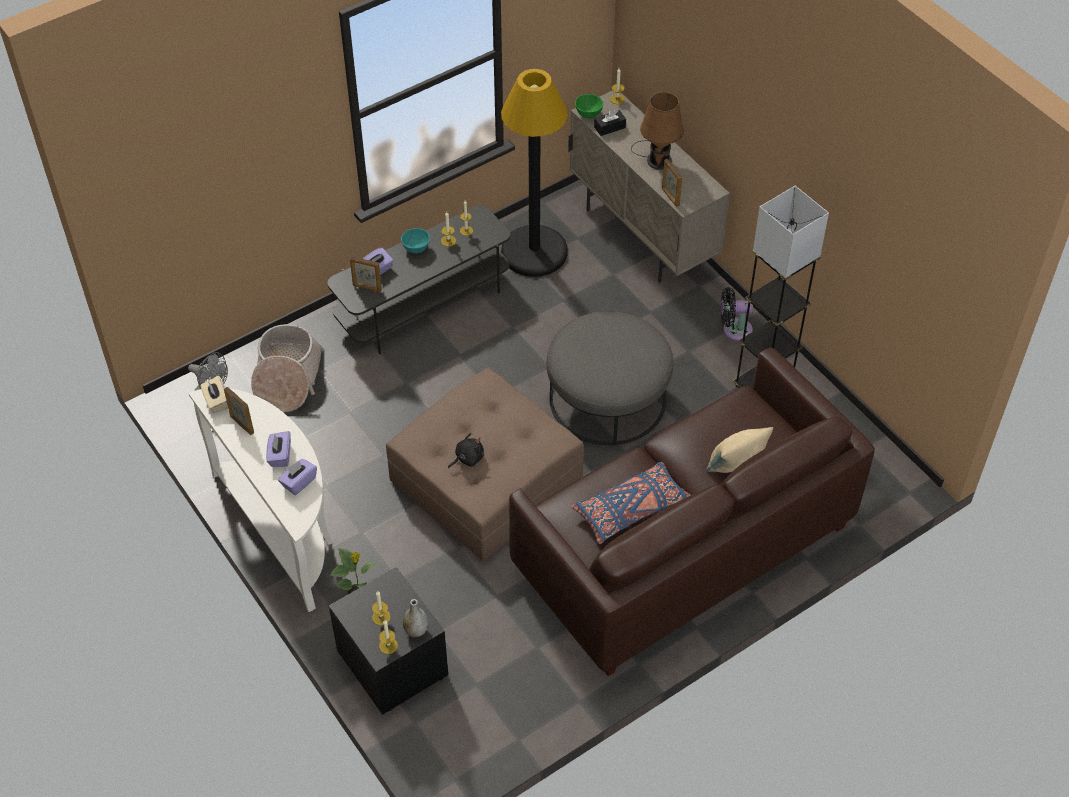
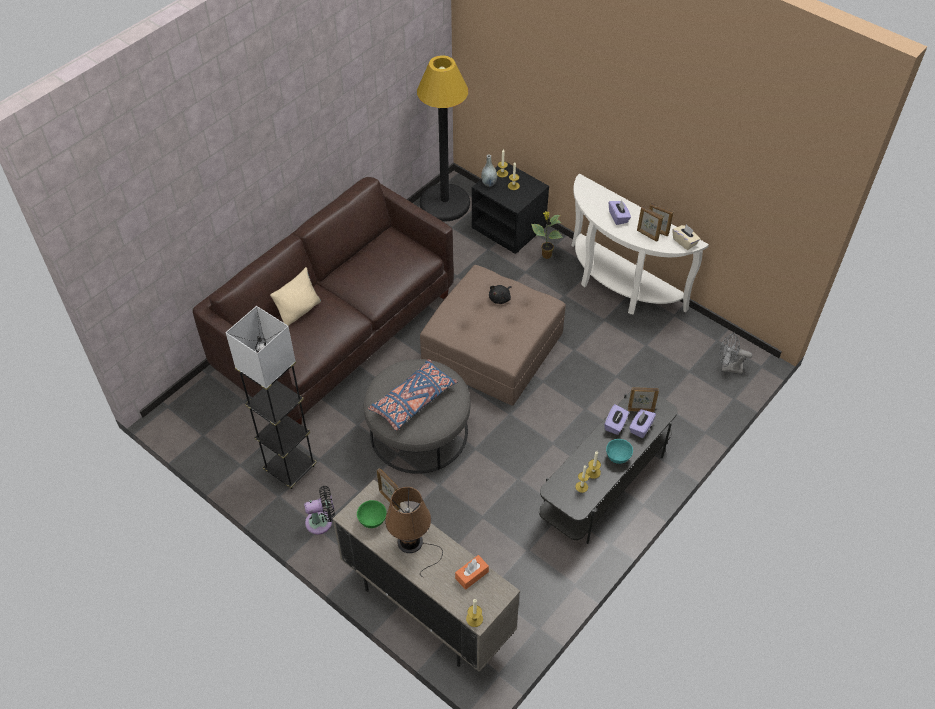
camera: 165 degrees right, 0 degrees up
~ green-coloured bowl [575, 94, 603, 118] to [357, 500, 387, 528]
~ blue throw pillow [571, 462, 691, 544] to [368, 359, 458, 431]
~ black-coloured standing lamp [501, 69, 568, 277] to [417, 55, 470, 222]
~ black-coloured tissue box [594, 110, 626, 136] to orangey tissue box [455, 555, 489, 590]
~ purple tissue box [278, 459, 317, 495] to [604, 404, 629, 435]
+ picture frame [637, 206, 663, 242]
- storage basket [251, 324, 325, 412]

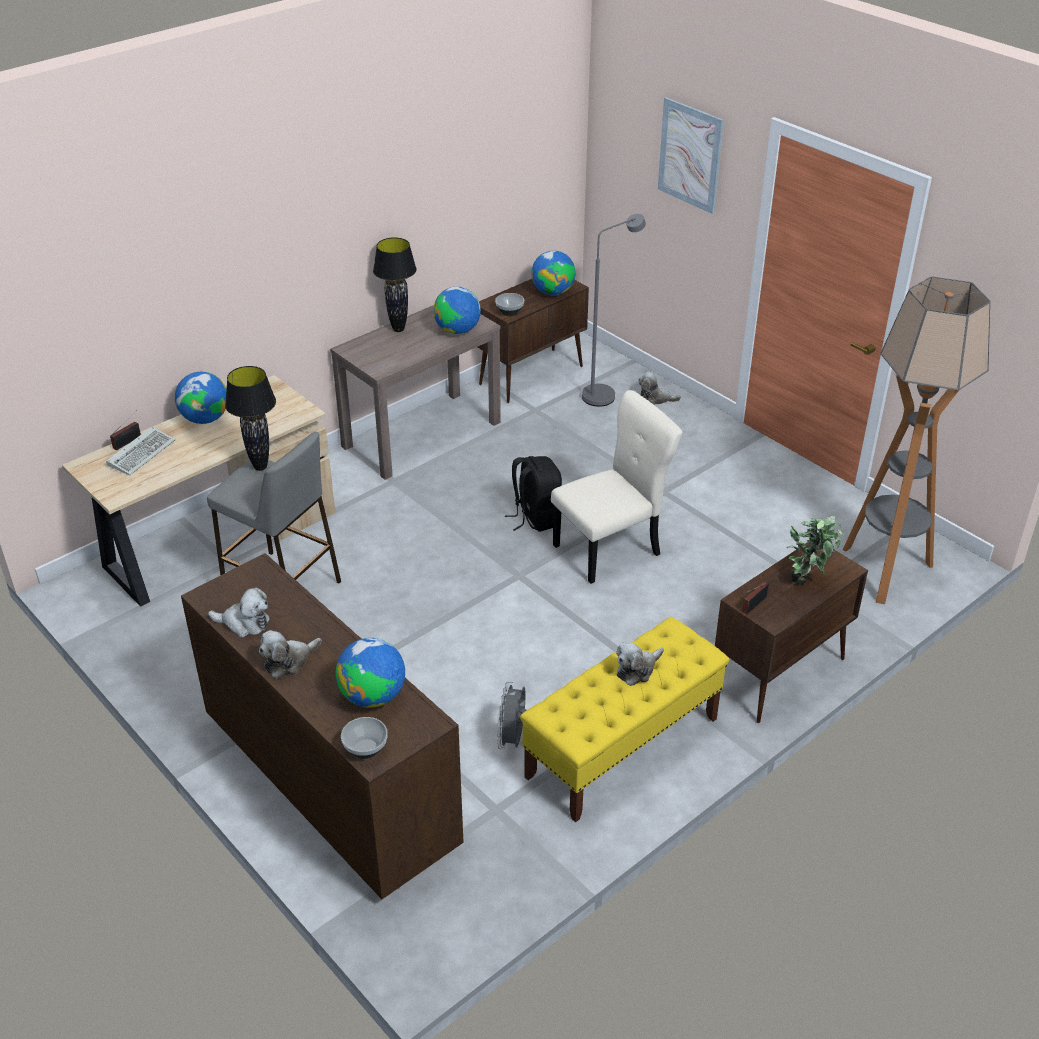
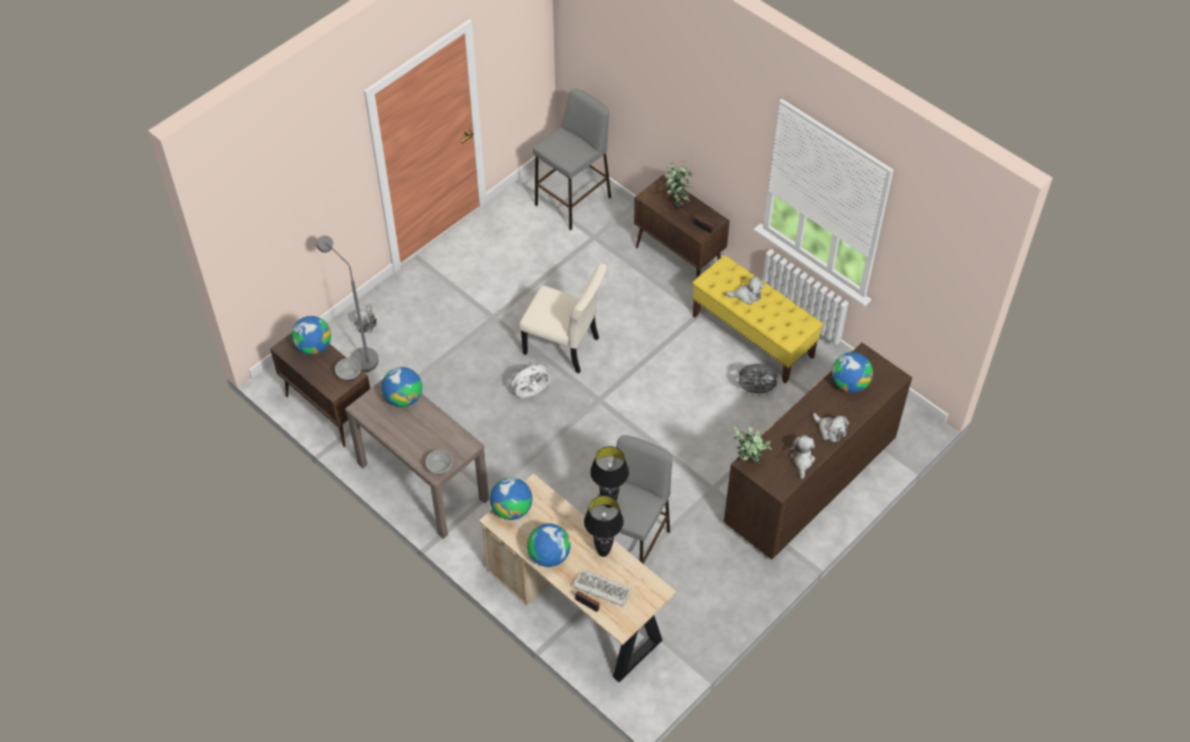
camera: 95 degrees left, 15 degrees up
~ bowl [341, 717, 388, 759] to [425, 450, 452, 474]
+ globe [490, 477, 532, 520]
~ black-coloured backpack [505, 456, 562, 532] to white electric fan [509, 362, 550, 398]
~ beige-coloured chair [551, 390, 682, 584] = [519, 263, 607, 373] 150 degrees clockwise
~ standing lamp [843, 276, 990, 604] to grey stool seat [533, 88, 611, 230]
~ black-coloured tabletop lamp [373, 237, 417, 332] to [584, 495, 624, 557]
~ plush toy [616, 642, 664, 686] = [726, 276, 765, 305] 45 degrees counterclockwise
+ potted plant [733, 426, 772, 463]
- wall art [658, 97, 724, 214]

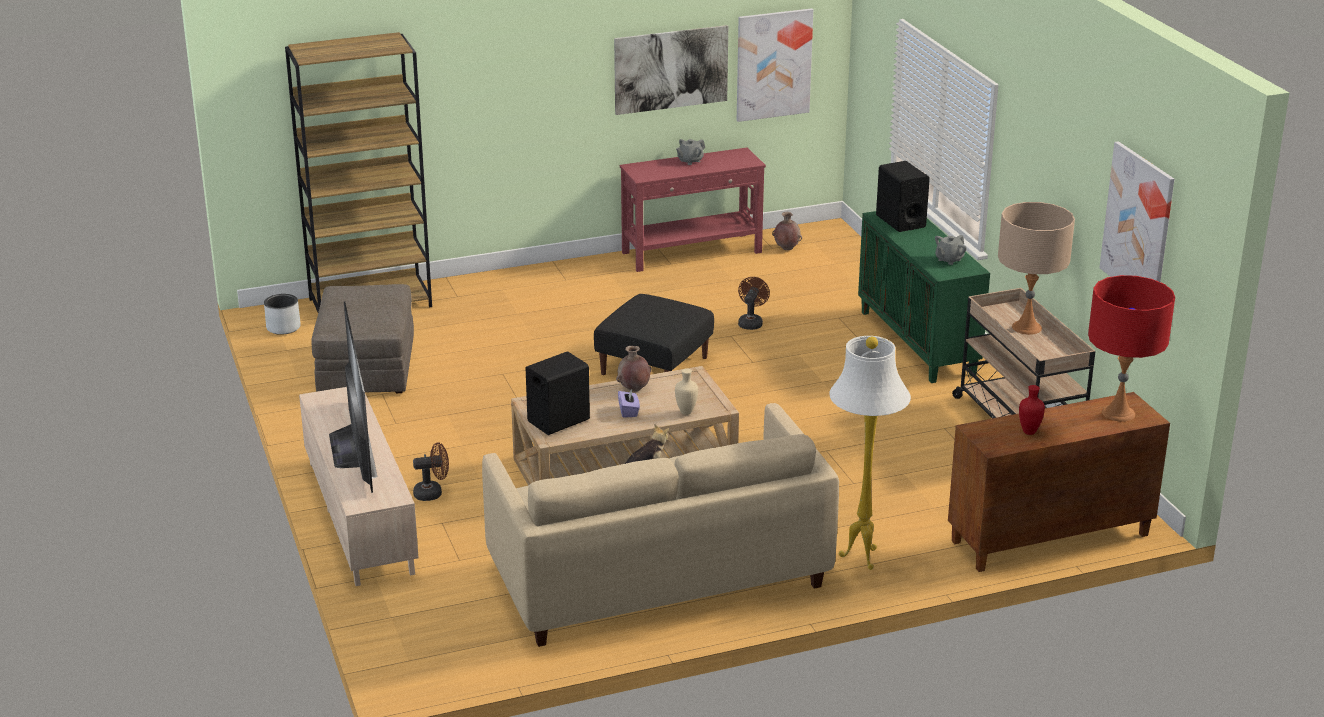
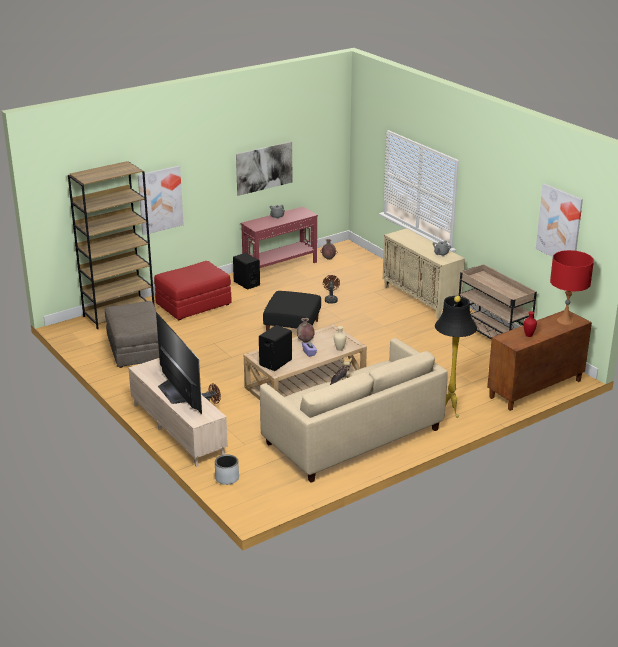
camera: 15 degrees left, 0 degrees up
~ wall art [737, 8, 813, 122] to [138, 166, 184, 235]
+ reddish footrest [154, 261, 232, 320]
~ grey flower pot [264, 294, 301, 335] to [215, 454, 239, 485]
~ black-coloured audio speaker [876, 161, 930, 232] to [233, 253, 260, 290]
~ green-coloured storage cabinet [858, 211, 990, 383] to beige-coloured storage cabinet [383, 228, 465, 319]
~ white standing lamp [829, 336, 911, 570] to black-coloured standing lamp [435, 296, 477, 418]
- beige-coloured tabletop lamp [998, 202, 1075, 335]

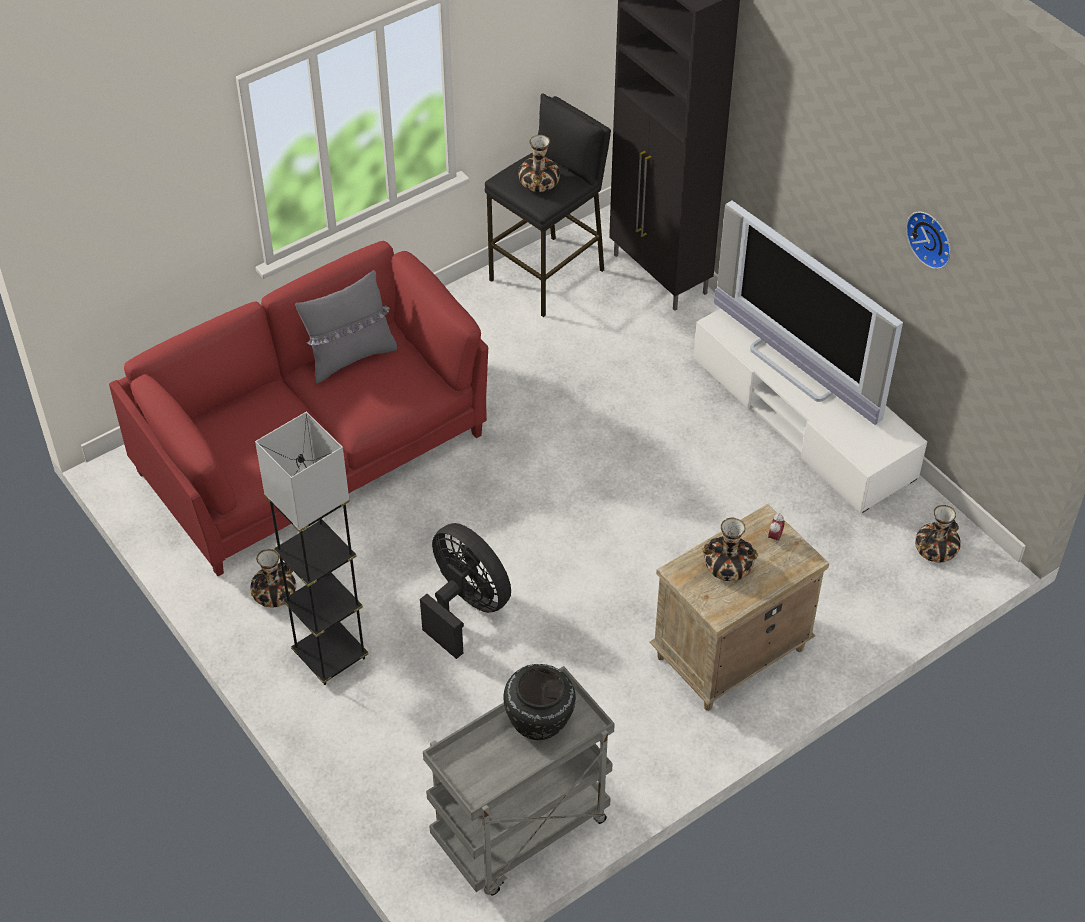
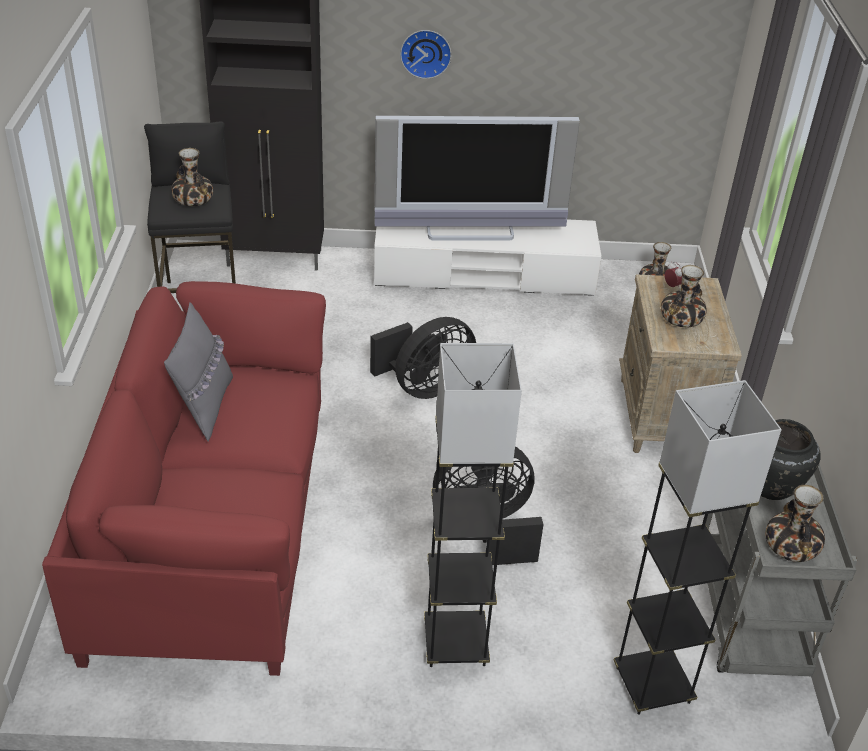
camera: 55 degrees left, 10 degrees down
+ black-coloured electric fan [370, 317, 476, 399]
~ clock on the wall [906, 211, 951, 269] to [400, 30, 452, 79]
+ black-coloured standing lamp [614, 380, 782, 715]
~ flower vase [250, 549, 296, 607] to [765, 485, 825, 562]

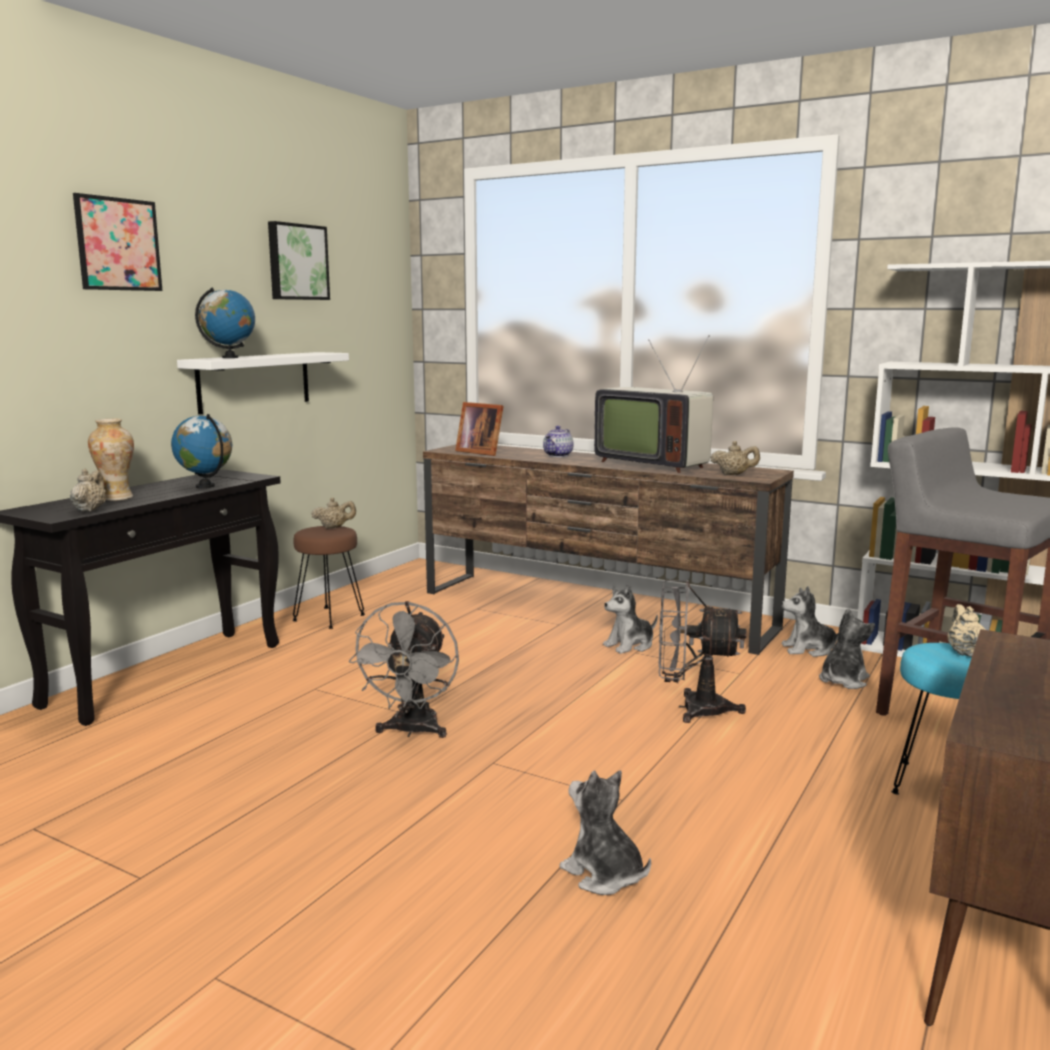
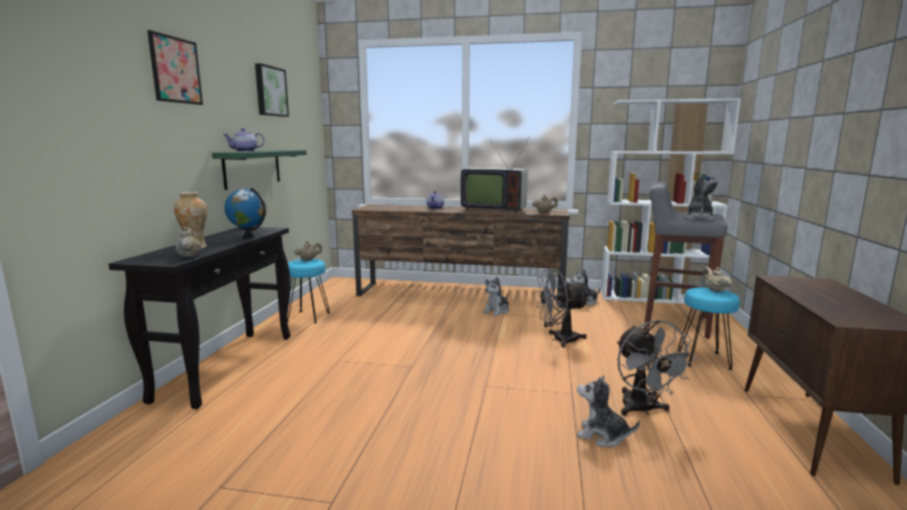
camera: 20 degrees left, 0 degrees up
~ white wall shelf [177, 352, 349, 414] to green-coloured wall shelf [212, 150, 307, 190]
~ globe [195, 287, 255, 358] to teapot [223, 128, 264, 152]
~ brownish stool seat [292, 526, 365, 629] to blue-green stool seat [287, 259, 330, 324]
~ grey electric fan [349, 601, 459, 738] to [617, 320, 697, 416]
~ plush toy [819, 608, 875, 689] to [684, 174, 719, 221]
- picture frame [455, 402, 504, 456]

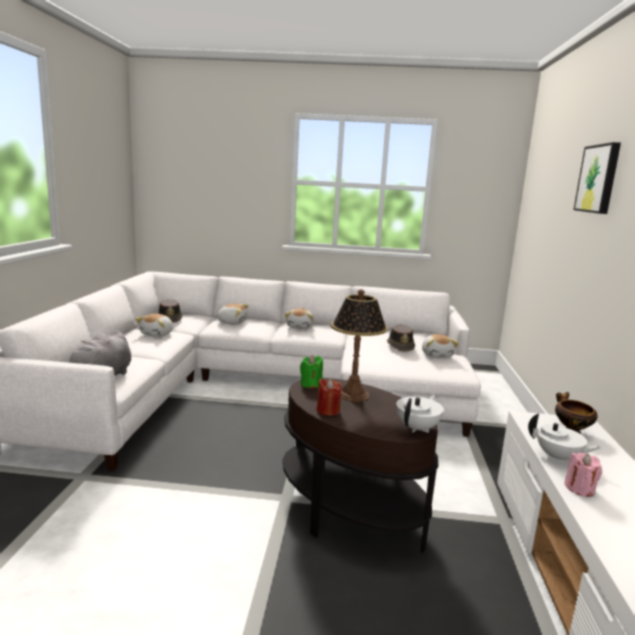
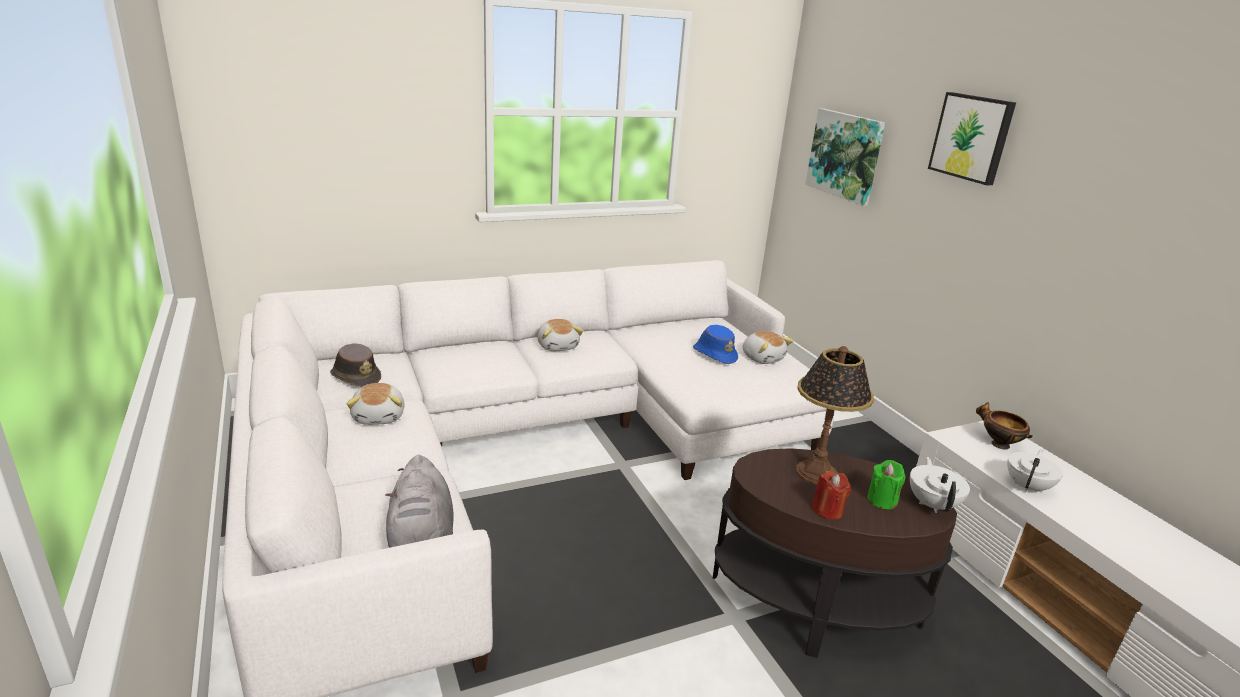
camera: 30 degrees left, 10 degrees up
~ brownish clothing hat [387, 324, 415, 352] to blue clothing hat [693, 325, 738, 364]
+ wall art [805, 108, 885, 206]
~ green-coloured wax light [300, 355, 323, 388] to [867, 460, 905, 510]
~ white teapot [528, 413, 602, 462] = [1007, 450, 1063, 493] 60 degrees counterclockwise
- plush toy [215, 304, 249, 325]
- pink-coloured wax light [564, 452, 602, 497]

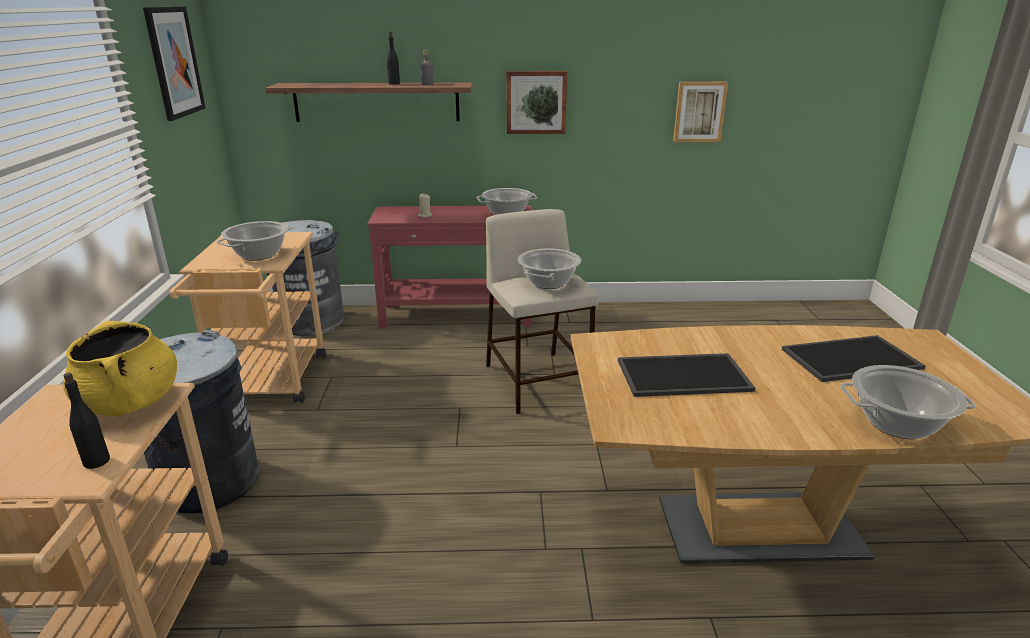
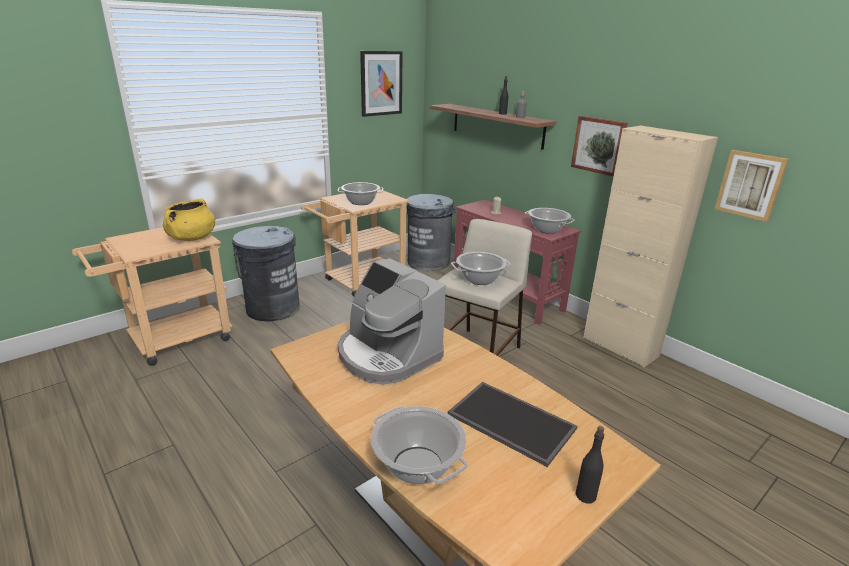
camera: 50 degrees right, 0 degrees up
~ carrying tray [618, 353, 755, 397] to coffee machine [338, 258, 446, 385]
~ black-coloured bottle [63, 372, 110, 469] to [576, 426, 604, 504]
+ beige-coloured storage cabinet [583, 125, 718, 368]

